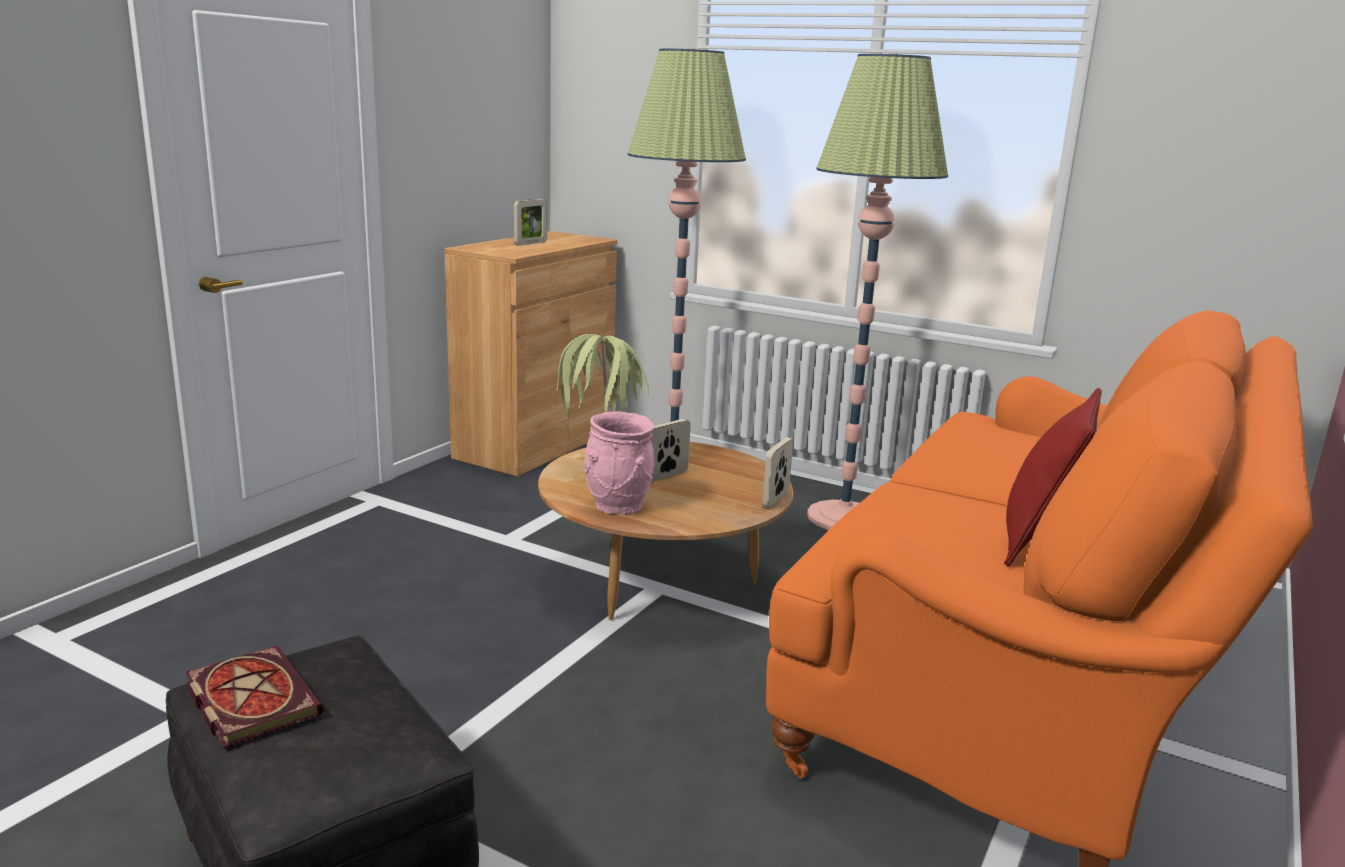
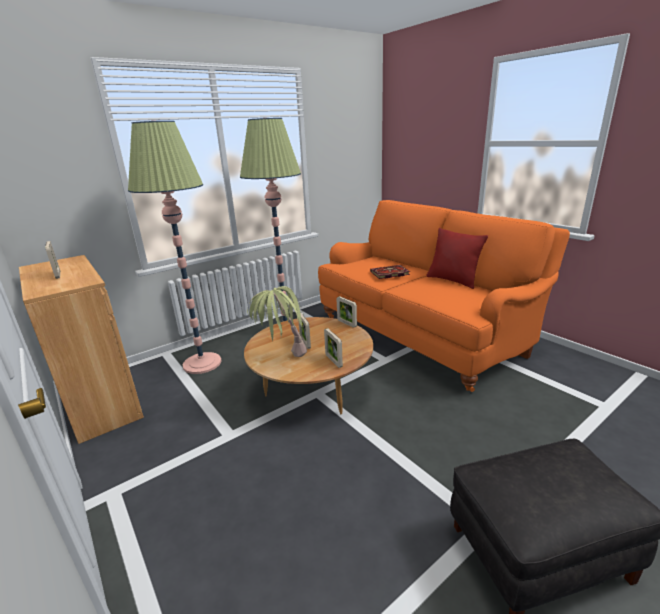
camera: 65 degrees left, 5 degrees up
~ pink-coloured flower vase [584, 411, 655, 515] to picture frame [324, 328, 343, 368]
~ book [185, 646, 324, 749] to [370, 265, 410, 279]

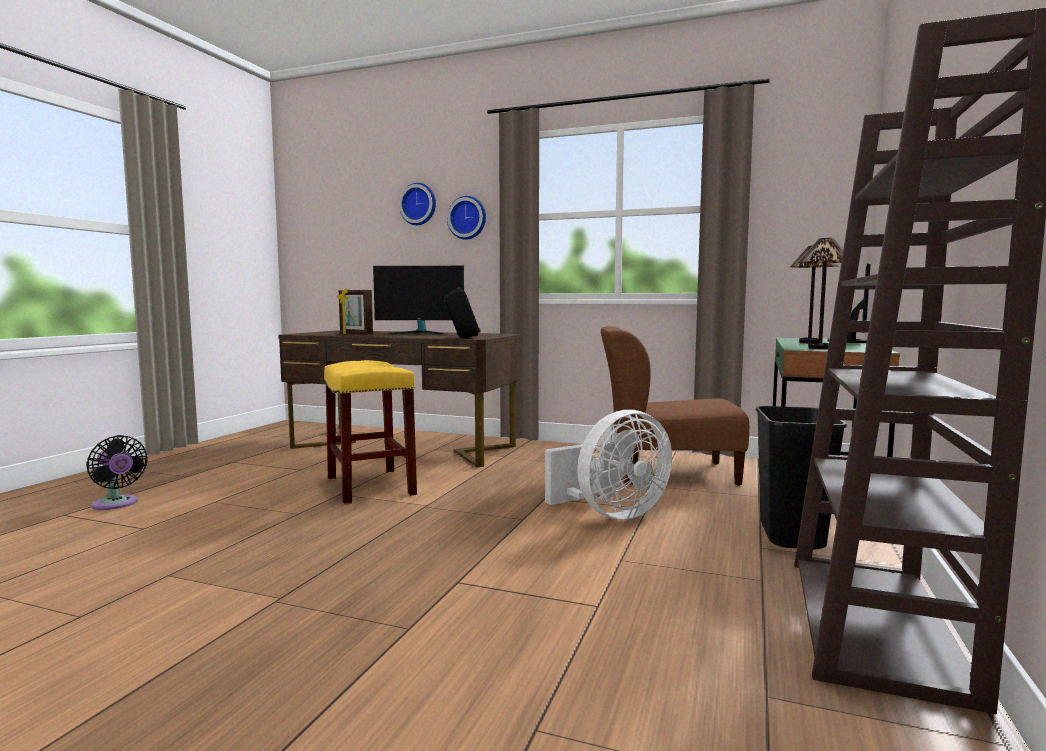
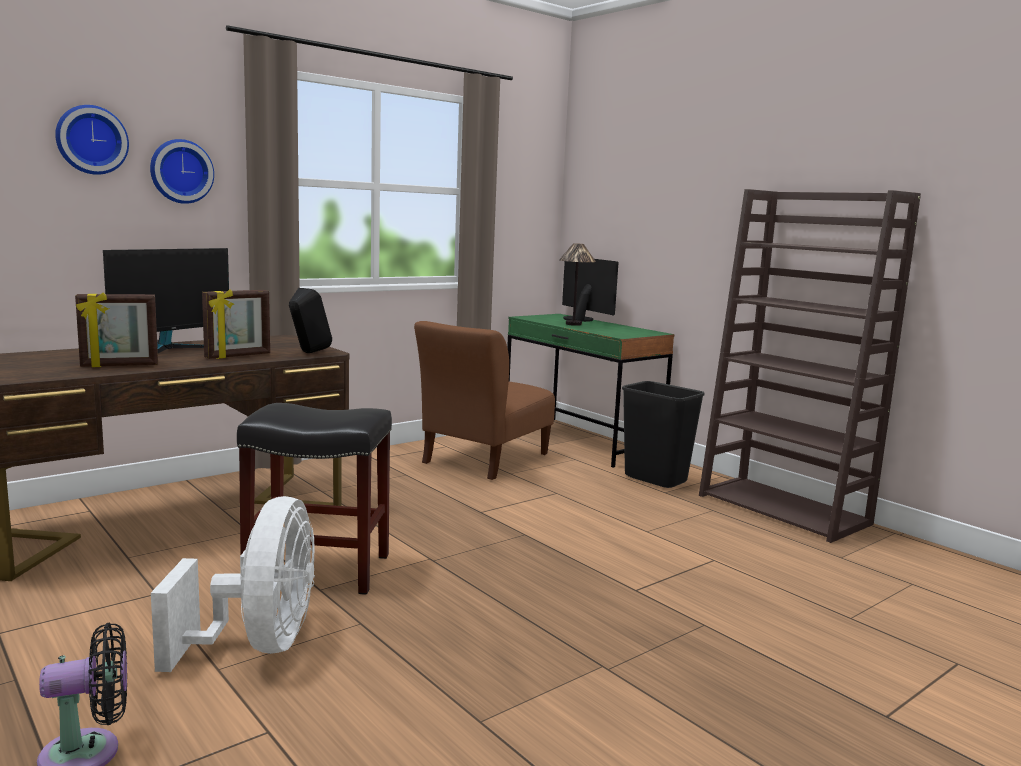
camera: 60 degrees left, 5 degrees up
~ white electric fan [545, 410, 672, 520] to [151, 496, 315, 672]
+ picture frame [202, 289, 270, 359]
~ yellow-coloured stool seat [324, 360, 417, 505] to black-coloured stool seat [237, 403, 392, 595]
- tabletop lamp [798, 238, 843, 349]

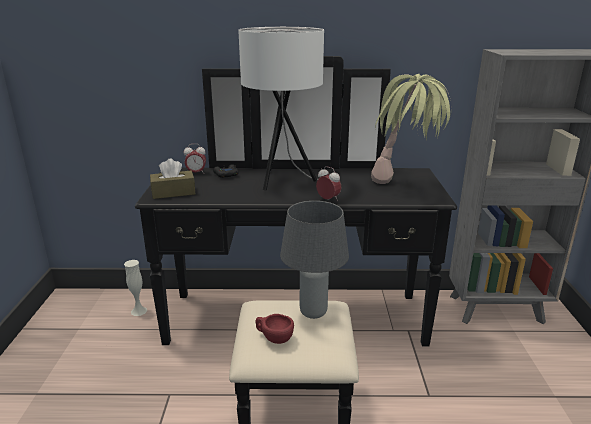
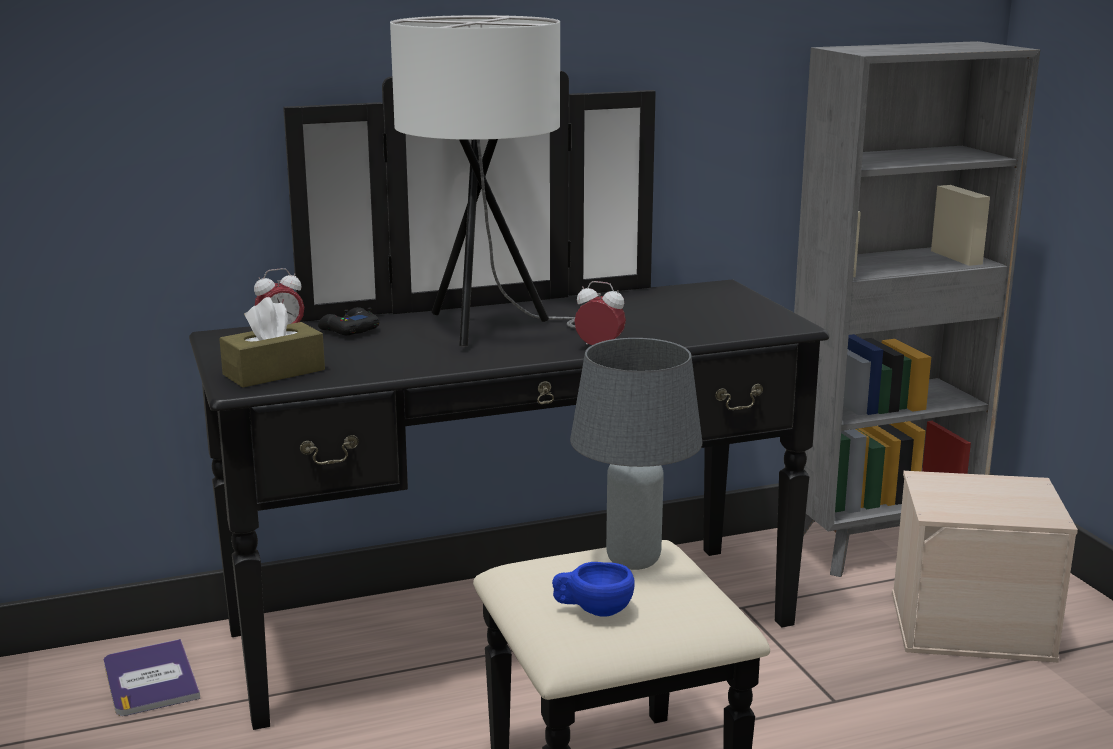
camera: 20 degrees left, 5 degrees down
~ white flower vase [124, 260, 147, 316] to book [104, 639, 201, 716]
~ reddish drinking cup [255, 314, 294, 344] to blue drinking cup [552, 562, 635, 617]
+ beige-coloured storage bin [892, 471, 1078, 662]
- potted plant [371, 74, 452, 184]

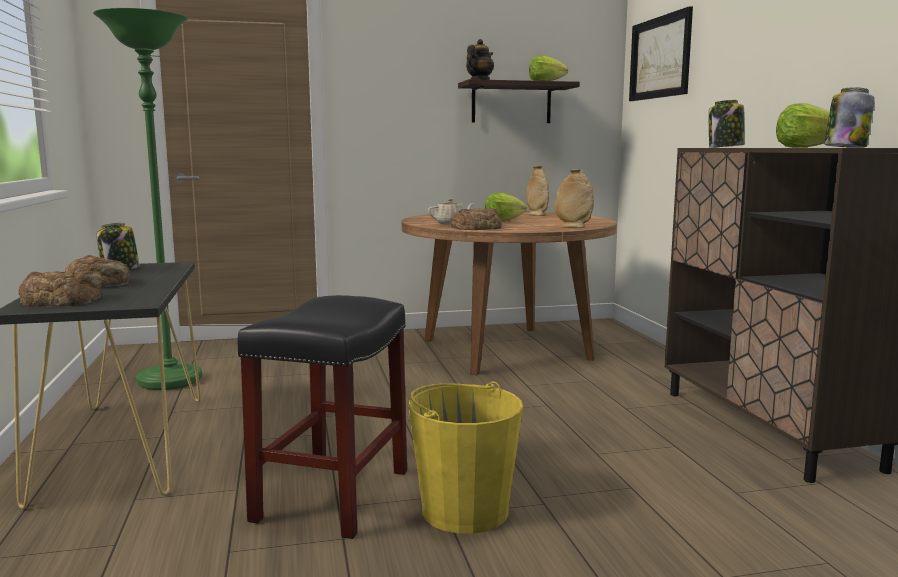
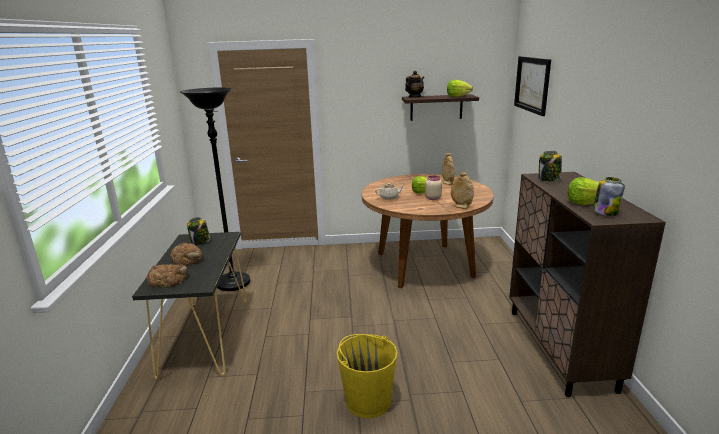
camera: 10 degrees right, 10 degrees up
~ green-coloured standing lamp [93, 8, 202, 390] to black-coloured standing lamp [180, 88, 250, 291]
+ beige-coloured jar [425, 175, 442, 200]
- black-coloured stool seat [237, 295, 407, 539]
- bakery bread [450, 208, 502, 230]

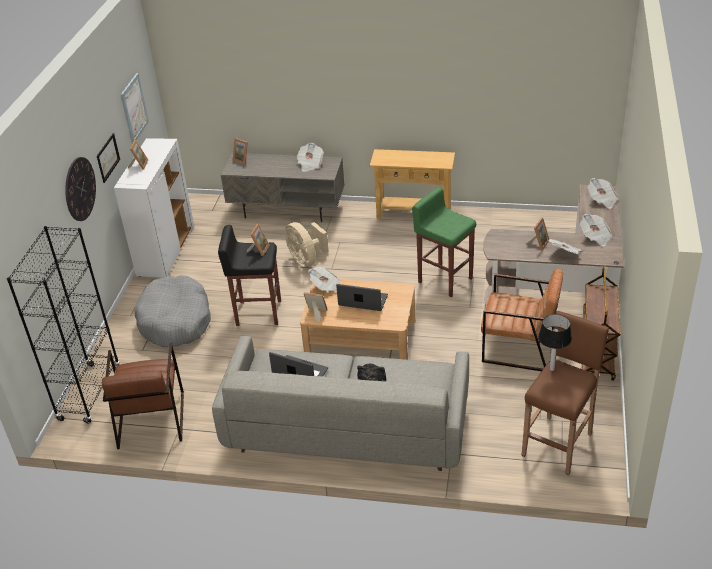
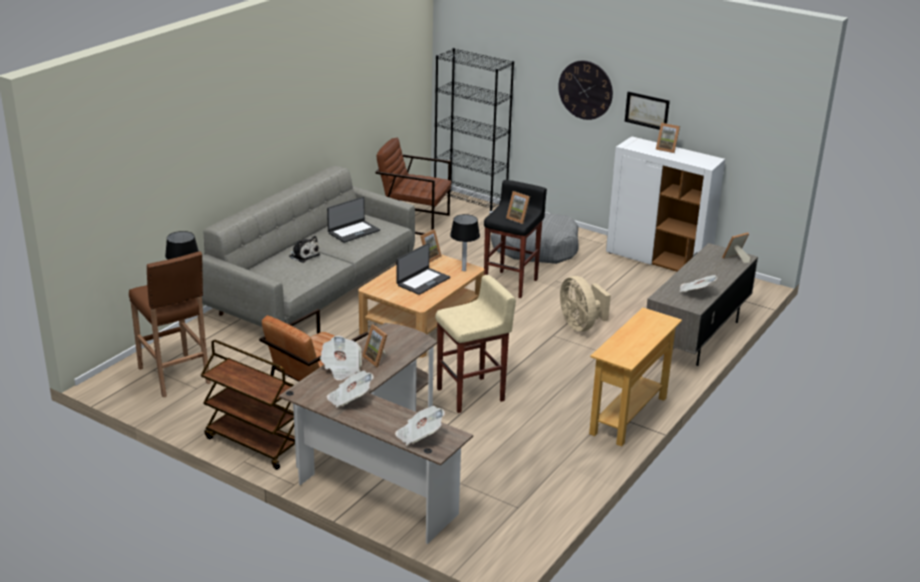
camera: 110 degrees right, 10 degrees down
~ green-coloured stool seat [412, 187, 476, 297] to beige-coloured stool seat [435, 275, 516, 413]
~ newspaper [308, 267, 340, 293] to tabletop lamp [450, 214, 480, 271]
~ beige-coloured electric fan [285, 222, 329, 267] = [560, 276, 611, 332] 105 degrees counterclockwise
- wall art [121, 73, 149, 144]

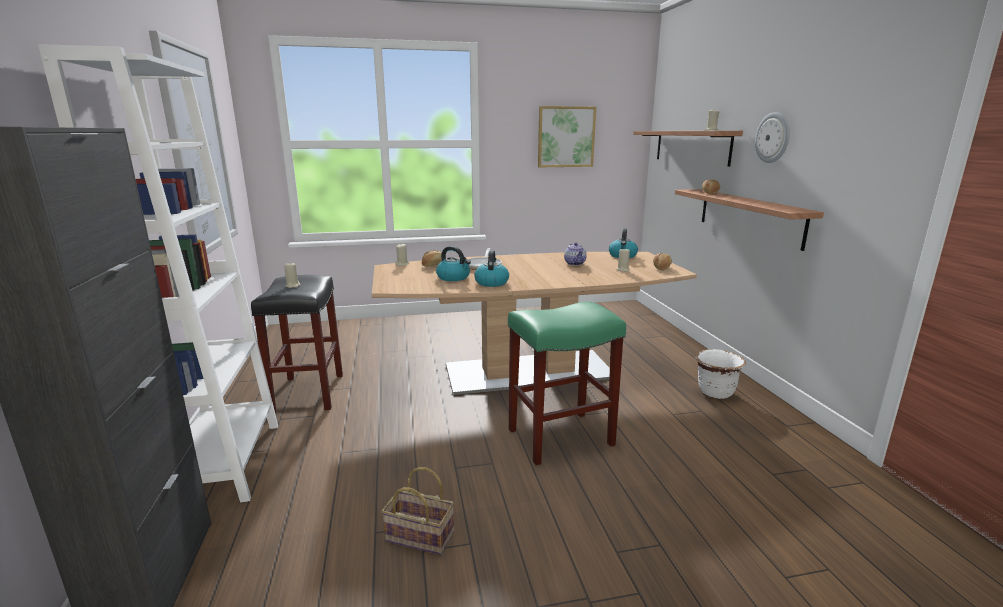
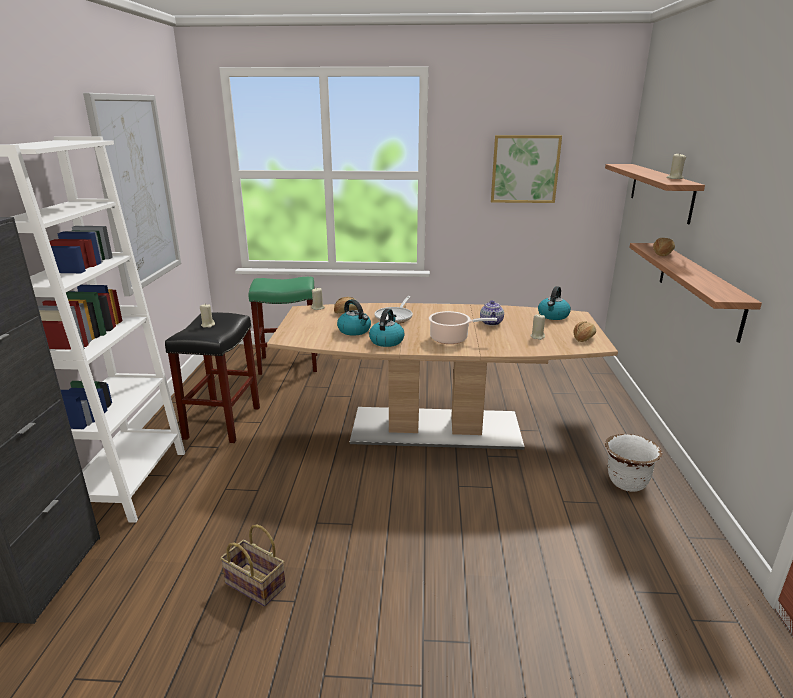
camera: 15 degrees right, 5 degrees up
~ green-coloured stool seat [508, 301, 626, 465] to [249, 277, 317, 375]
+ cooking pot [429, 311, 497, 344]
- clock on the wall [755, 112, 790, 163]

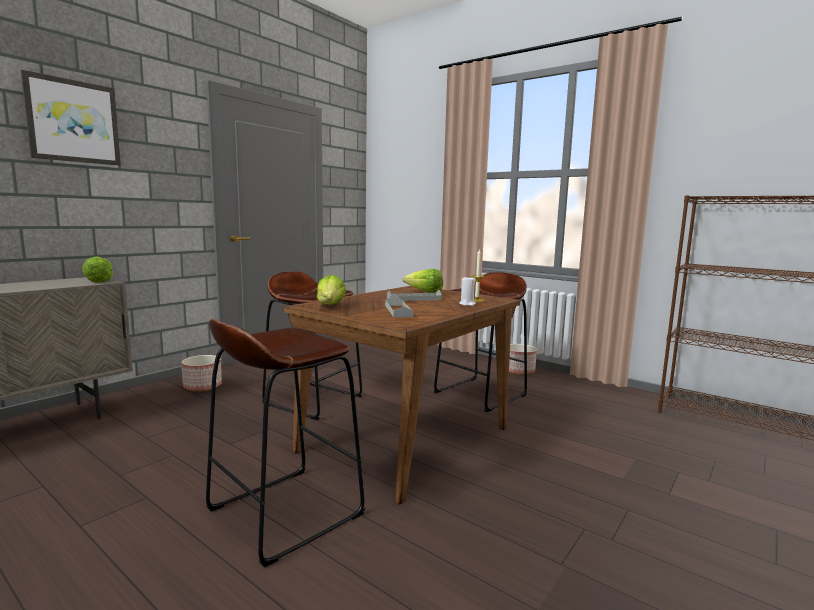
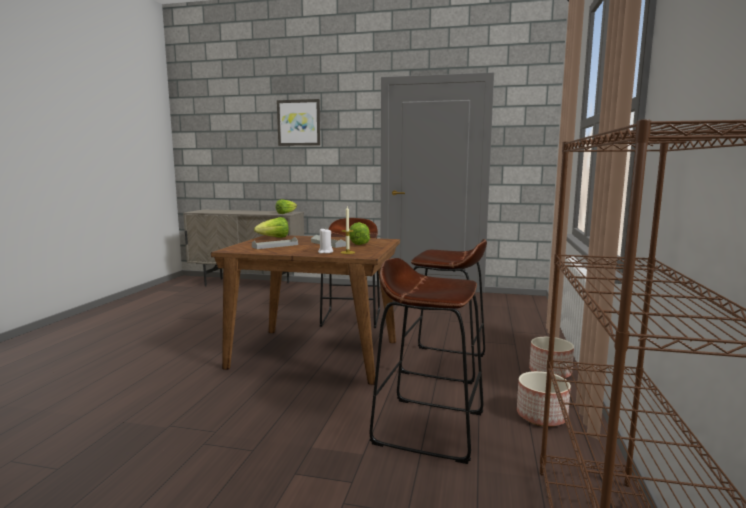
camera: 65 degrees right, 0 degrees up
~ brownish stool seat [206, 319, 365, 568] to [370, 258, 484, 464]
~ flower pot [181, 355, 222, 392] to [517, 371, 571, 427]

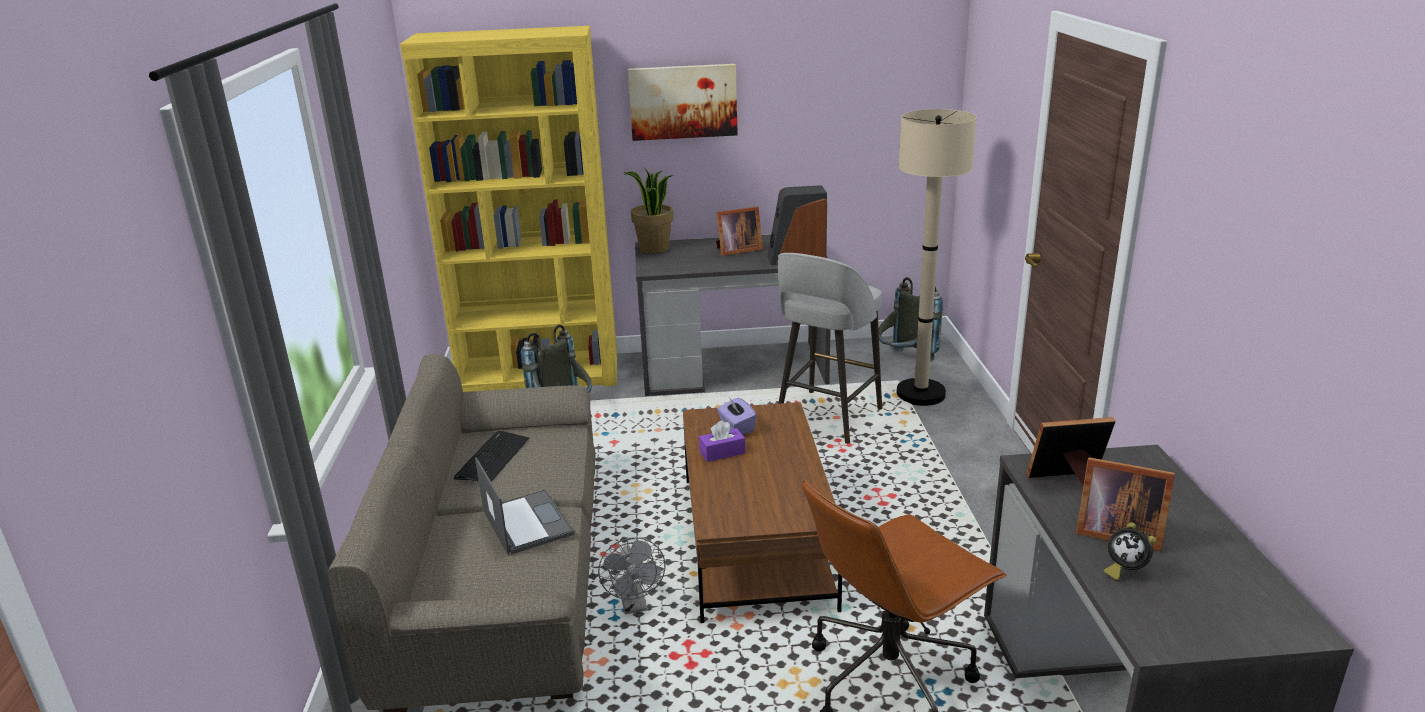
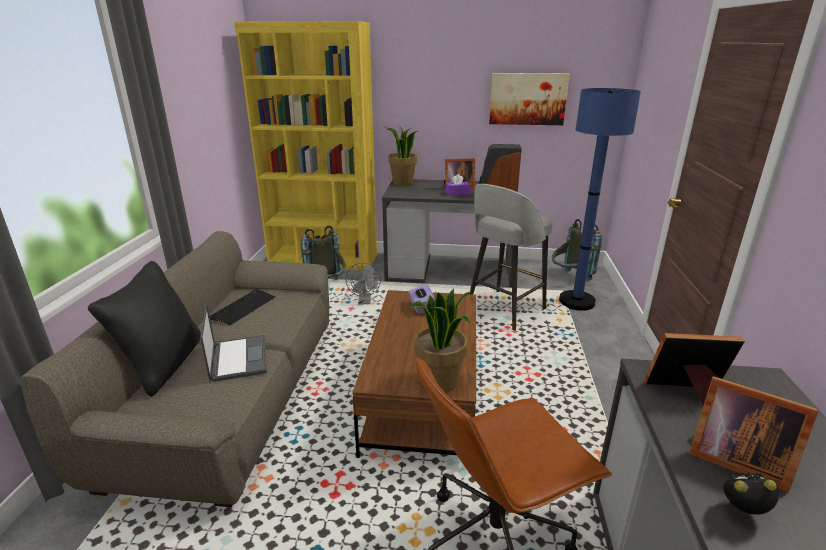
camera: 10 degrees right, 0 degrees up
+ black-coloured throw pillow [88, 261, 201, 397]
~ grey electric fan [598, 537, 666, 614] to [346, 263, 381, 304]
+ potted plant [410, 288, 472, 393]
~ purple tissue box [699, 421, 745, 462] to [446, 174, 470, 195]
~ wall art [628, 64, 738, 141] to [489, 73, 570, 125]
~ beige-coloured standing lamp [896, 109, 977, 406] to blue standing lamp [559, 88, 641, 311]
~ table clock [1104, 522, 1156, 581] = [723, 472, 779, 515] 135 degrees clockwise

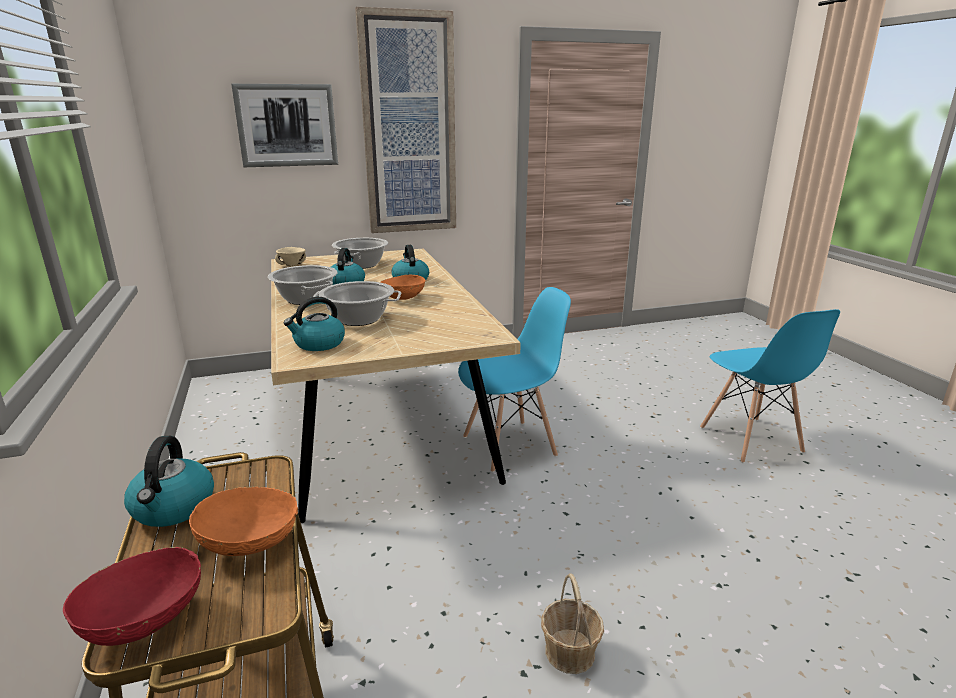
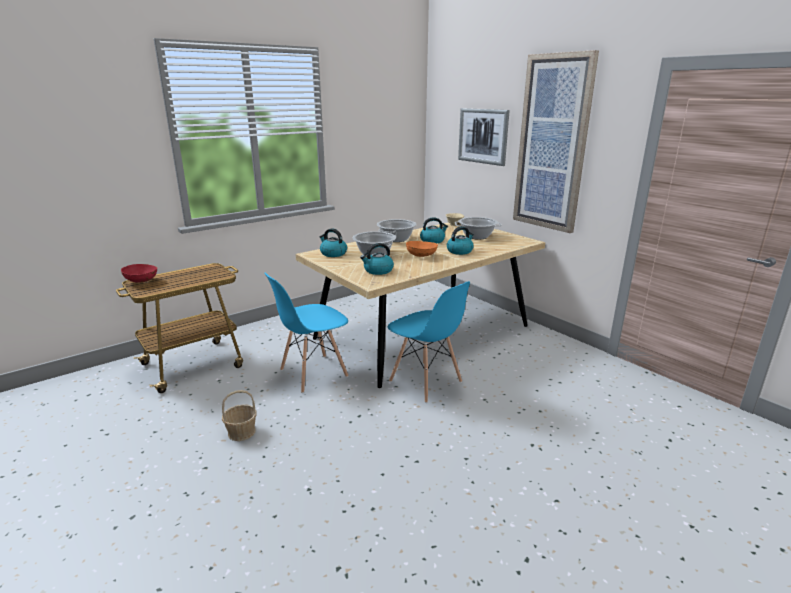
camera: 70 degrees right, 0 degrees up
~ blue chair [700, 309, 840, 463] to [264, 272, 348, 393]
~ kettle [124, 436, 214, 527] to [360, 243, 394, 275]
- orangey bowl [189, 487, 298, 556]

